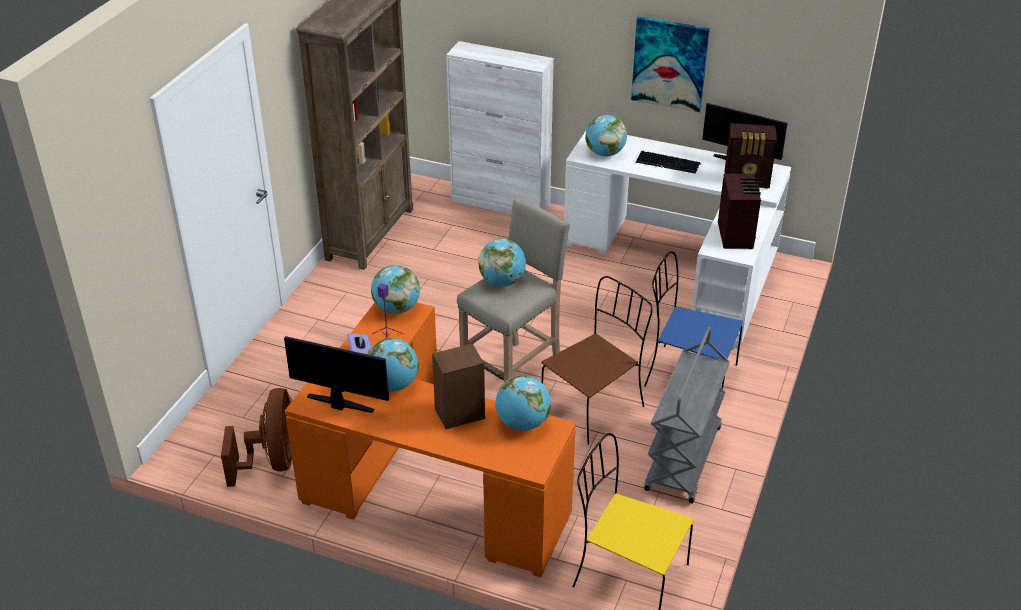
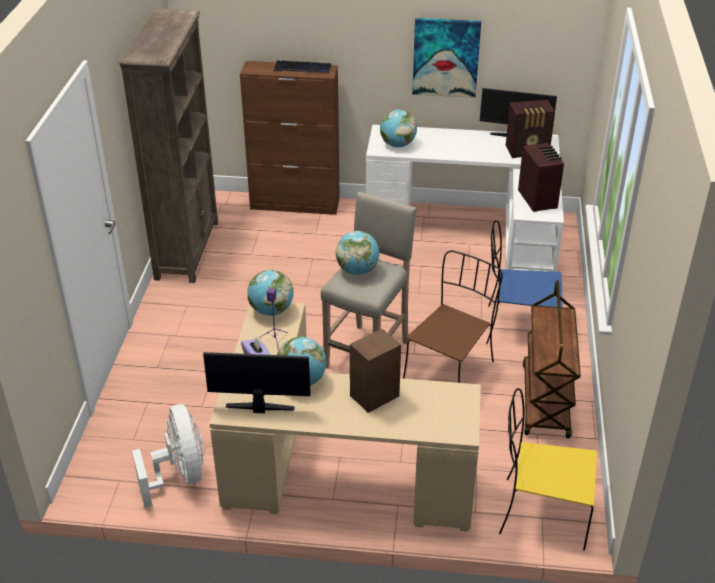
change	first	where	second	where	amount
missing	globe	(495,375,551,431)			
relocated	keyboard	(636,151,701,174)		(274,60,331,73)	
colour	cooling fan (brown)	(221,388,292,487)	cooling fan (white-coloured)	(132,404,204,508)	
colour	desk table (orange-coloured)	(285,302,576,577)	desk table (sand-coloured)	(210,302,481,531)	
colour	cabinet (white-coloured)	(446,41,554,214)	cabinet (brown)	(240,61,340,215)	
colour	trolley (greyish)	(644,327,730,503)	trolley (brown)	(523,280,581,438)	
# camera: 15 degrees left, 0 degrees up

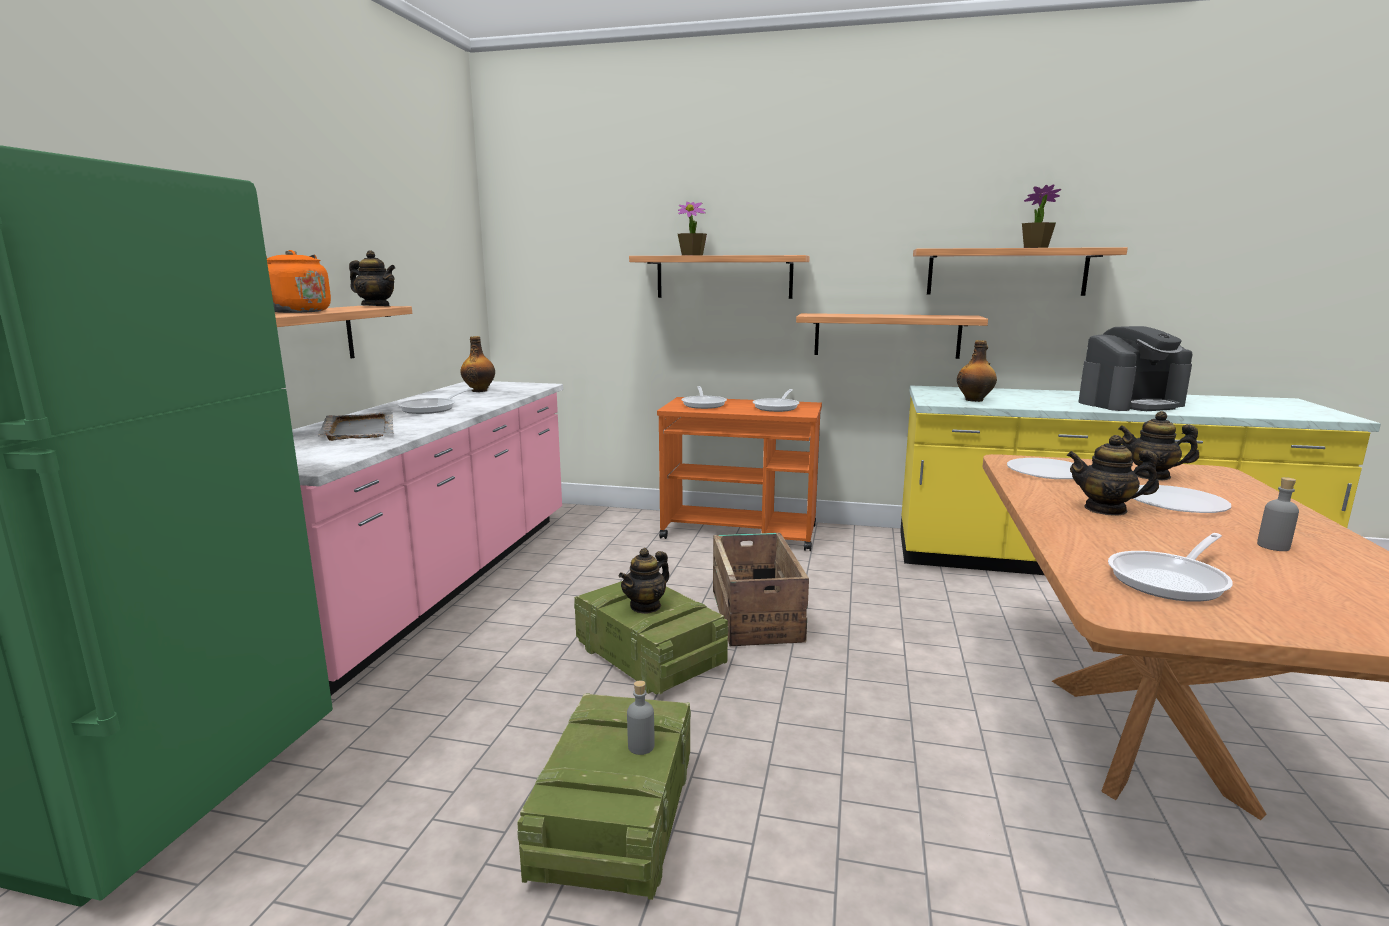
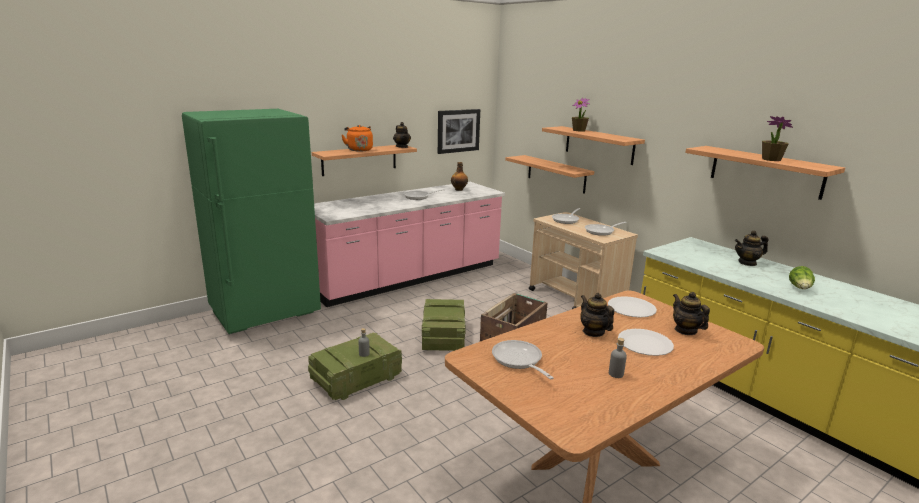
change	first	where	second	where	amount
missing	tray (greyish)	(318,412,394,441)			
missing	beverage bottle	(957,340,997,402)			
appeared			picture	(438,109,480,154)	
relocated	teapot	(619,548,670,614)		(735,230,769,266)	
relocated	wall shelf	(796,313,988,359)		(505,155,594,194)	
exchanged	coffee machine	(1078,326,1193,411)	lettuce	(789,266,815,289)	
colour	trolley (orange-coloured)	(657,397,822,551)	trolley (sand-coloured)	(529,212,638,309)	
spun	frying pan	(1108,533,1233,602)		(492,340,553,379)	60 degrees clockwise
# camera: 40 degrees right, 5 degrees up

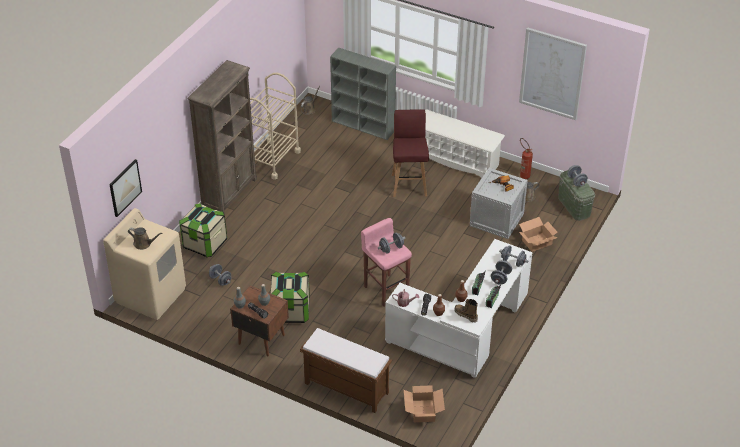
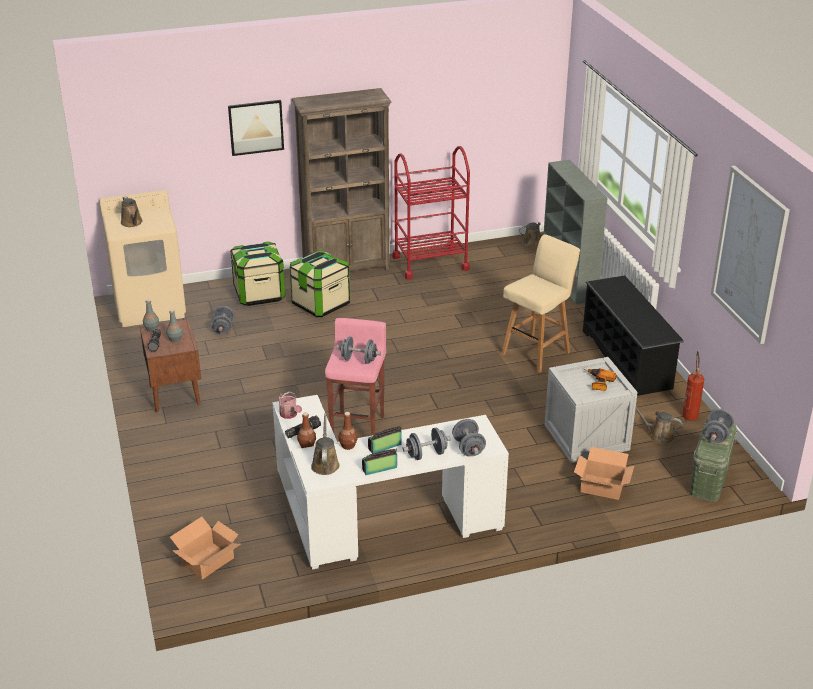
change	first	where	second	where	amount
missing	bench (brown)	(300,328,392,413)			
relocated	picture	(109,159,142,217)		(228,100,284,156)	
relocated	storage bin	(270,272,310,323)		(290,250,350,317)	
exchanged	tall boot	(454,299,478,323)	watering can (brown)	(311,413,340,475)	
colour	trolley (sand-coloured)	(250,72,301,180)	trolley (red)	(393,146,470,279)	
colour	stool (red)	(392,109,429,197)	stool (sand-coloured)	(501,234,580,373)	
colour	shoe rack (white-coloured)	(425,109,505,178)	shoe rack (black)	(583,276,684,396)	
# camera: 45 degrees right, 10 degrees down

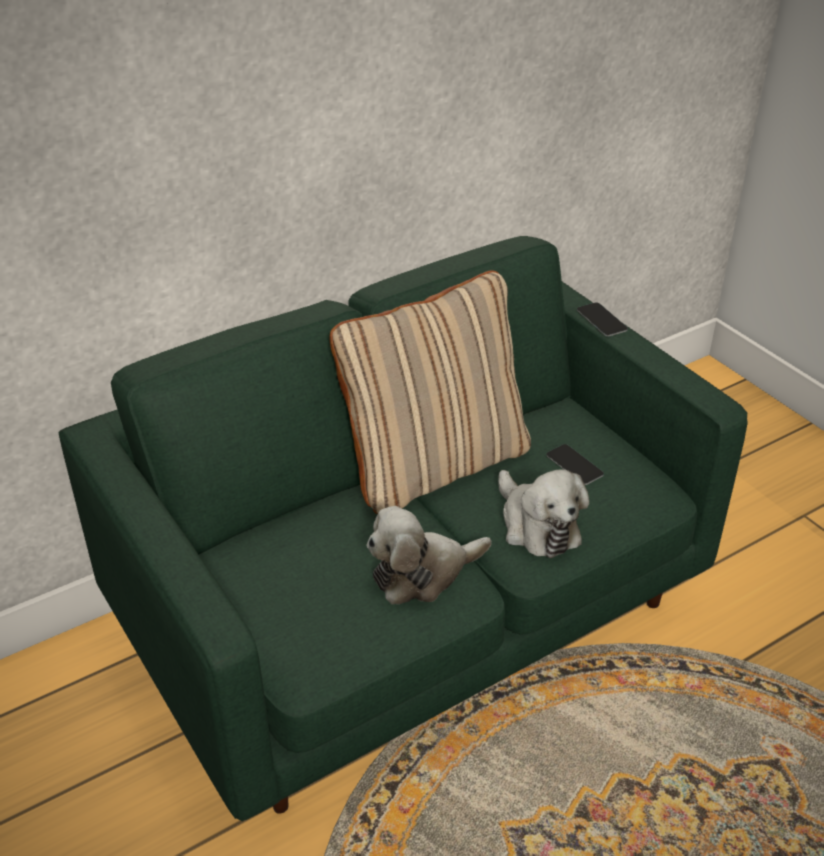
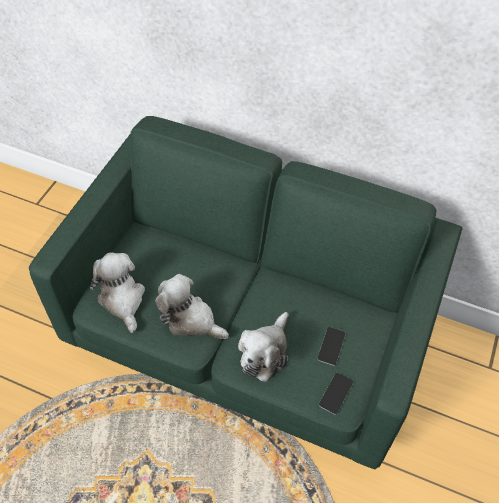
change	first	where	second	where	amount
missing	throw pillow (sand-coloured)	(329,271,531,514)			
appeared			plush toy	(90,252,145,333)	
relocated	phone	(577,302,628,337)		(319,373,353,415)	
# camera: 55 degrees right, 15 degrees up

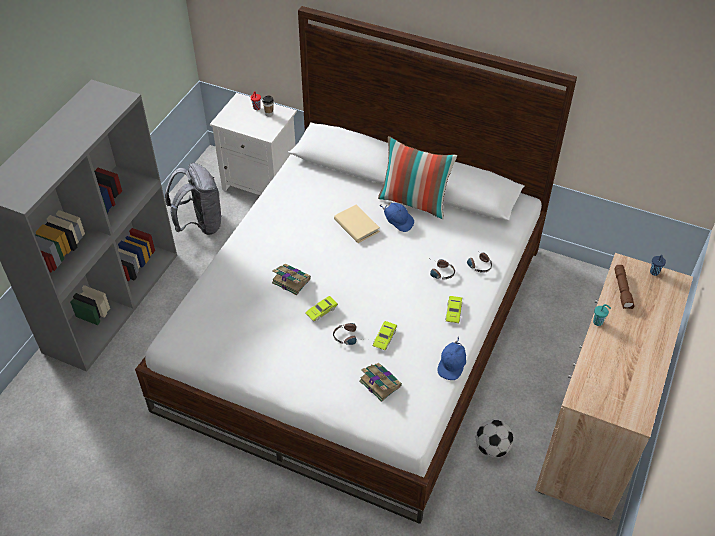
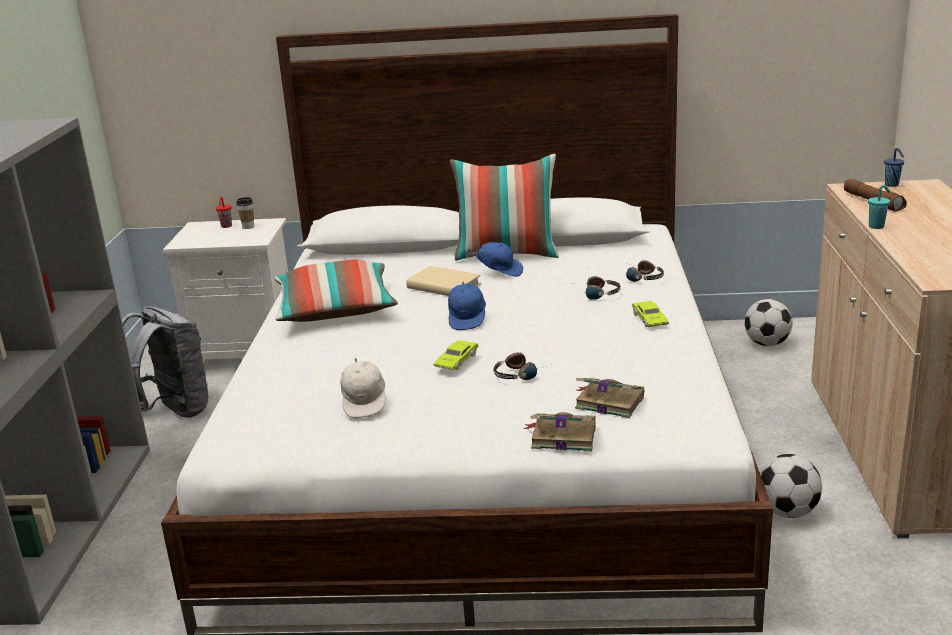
change	first	where	second	where	amount
missing	model car (green-coloured)	(372,321,397,350)			
appeared			throw pillow	(274,260,398,322)	
appeared			cap (white-coloured)	(341,357,386,418)	
appeared			ball for football	(744,299,793,346)	
relocated	bound book	(272,264,311,295)		(524,412,596,451)	
relocated	cap (bluish)	(438,337,466,380)		(448,282,486,330)	
# camera: 20 degrees left, 25 degrees down

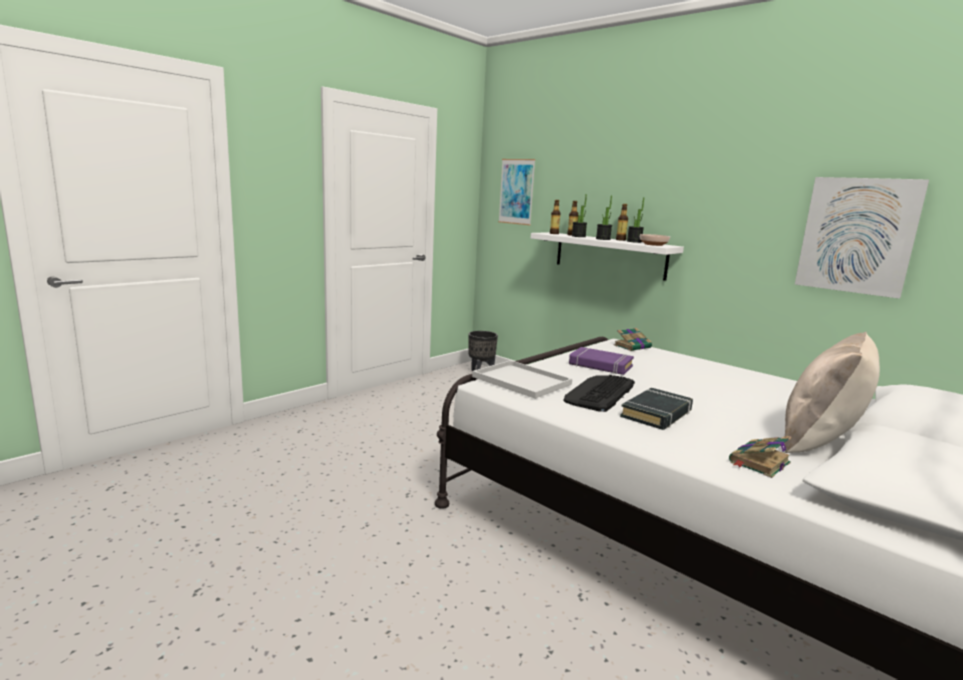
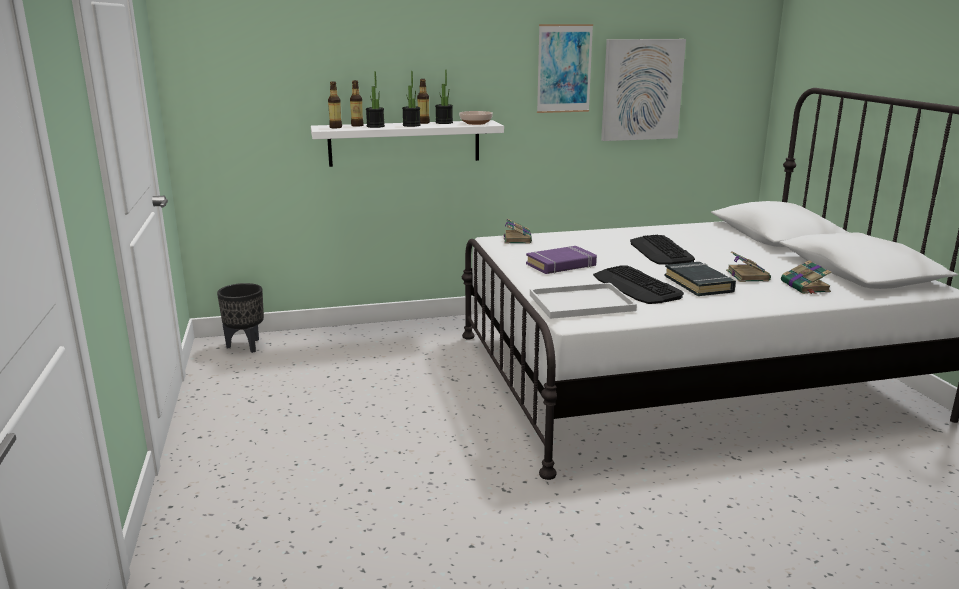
change	first	where	second	where	amount
missing	throw pillow (sand-coloured)	(784,332,880,453)			
appeared			keyboard	(630,235,695,265)	
appeared			bound book	(726,251,771,282)	
relocated	picture	(498,159,536,225)		(537,24,593,113)	
# camera: 55 degrees left, 5 degrees up

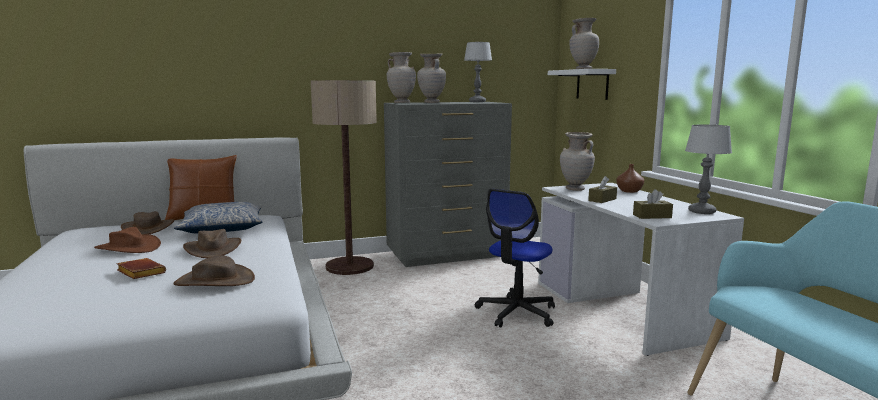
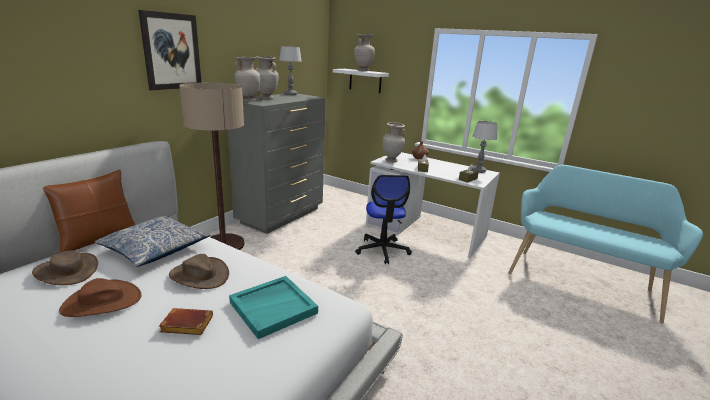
change	first	where	second	where	amount
appeared			picture	(138,10,201,90)	
exchanged	wearable hat (brown)	(173,255,255,286)	tray (turquoise)	(229,276,318,339)	
# camera: 40 degrees left, 10 degrees up

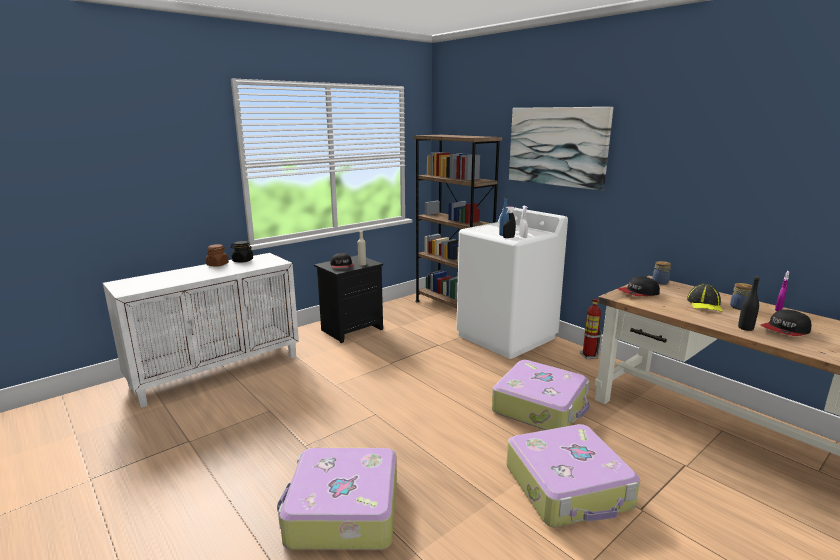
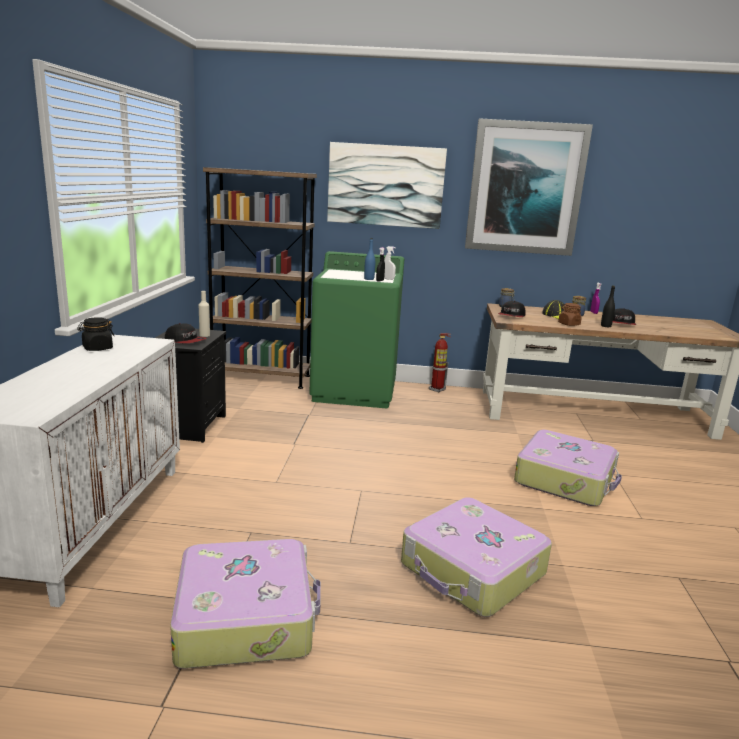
change	first	where	second	where	amount
appeared			picture	(465,118,593,256)	
relocated	storage jar (brown)	(206,244,229,267)		(558,303,582,326)	
relocated	travel case	(492,360,590,430)		(170,539,321,669)	
colour	laundry appliance (white-coloured)	(456,208,568,359)	laundry appliance (green-coloured)	(309,251,404,408)	
# camera: 45 degrees left, 0 degrees up

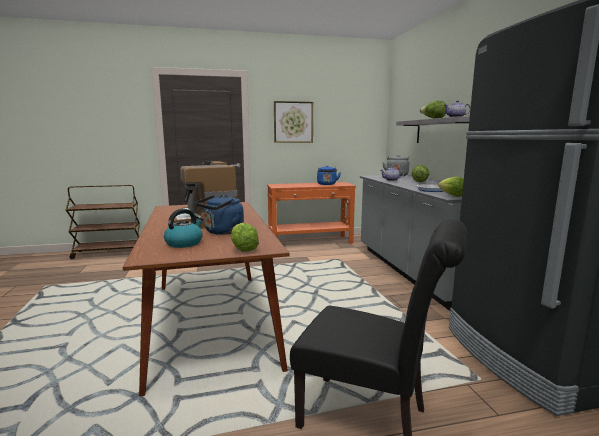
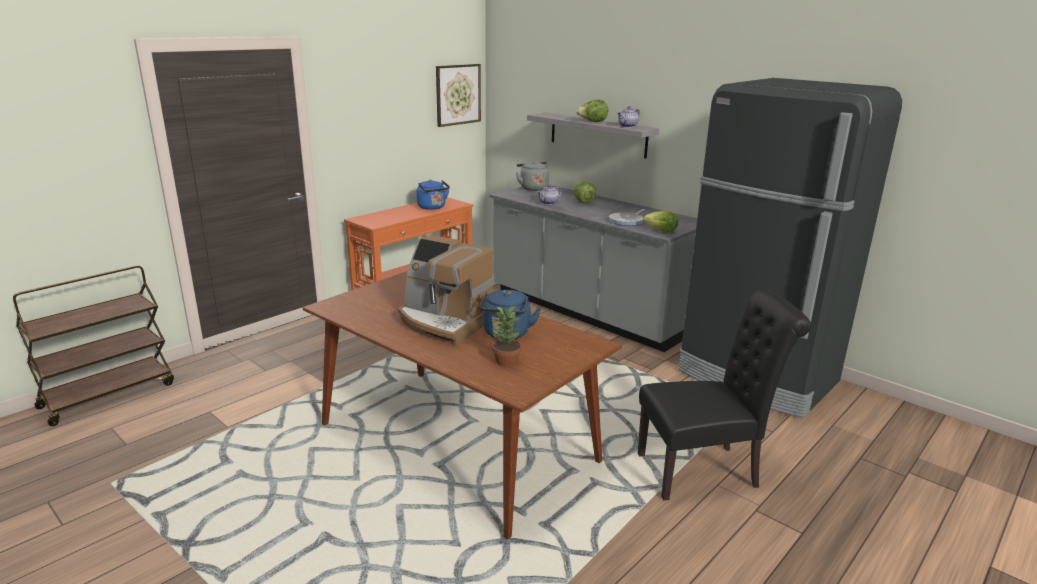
change	first	where	second	where	amount
missing	lettuce	(231,223,259,252)			
relocated	picture	(274,101,313,143)		(436,64,481,127)	
exchanged	tea kettle	(164,209,203,248)	houseplant	(492,306,522,367)	
# camera: 35 degrees left, 10 degrees up

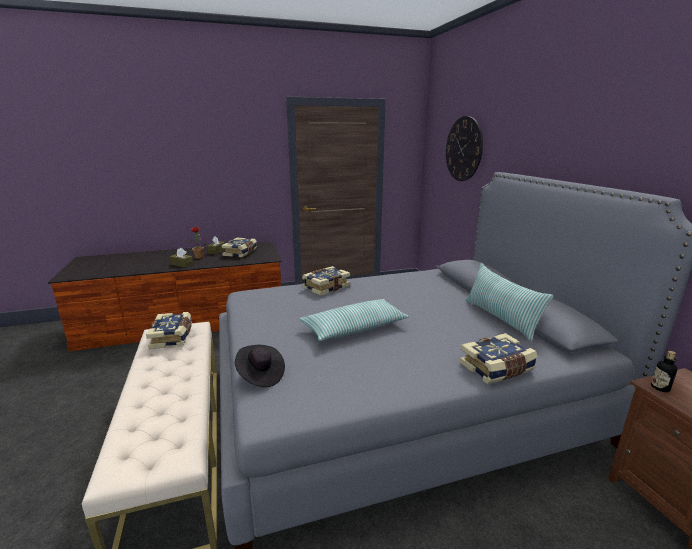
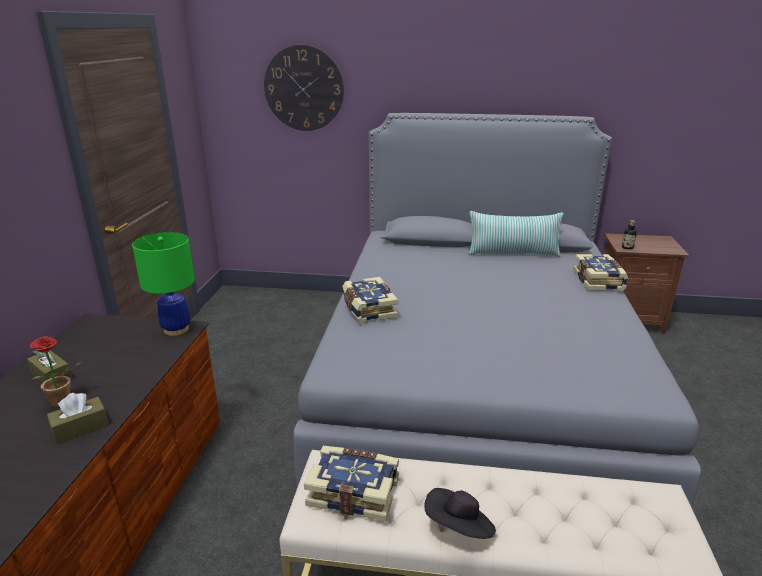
change	first	where	second	where	amount
missing	bound book	(222,238,257,257)			
missing	throw pillow	(299,299,409,341)			
appeared			tabletop lamp (green-coloured)	(132,232,195,336)	
relocated	wearable hat (black)	(235,345,285,387)		(424,488,496,539)	
# camera: 65 degrees left, 5 degrees up

